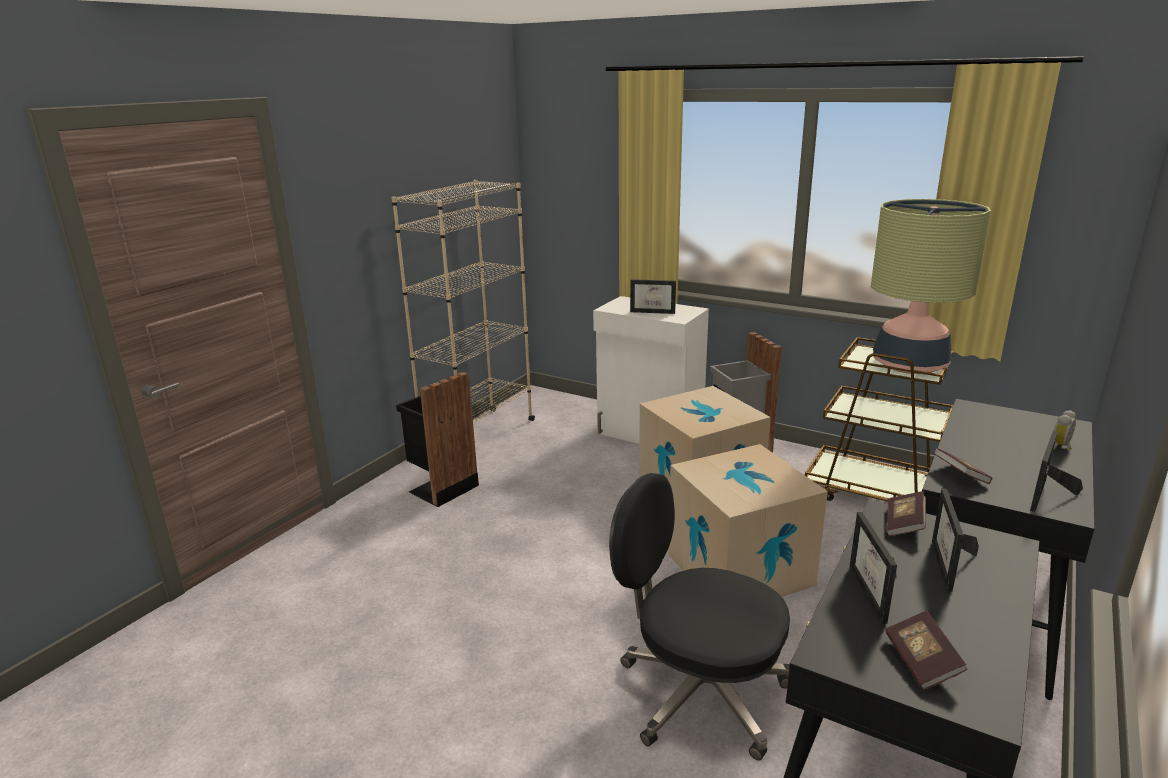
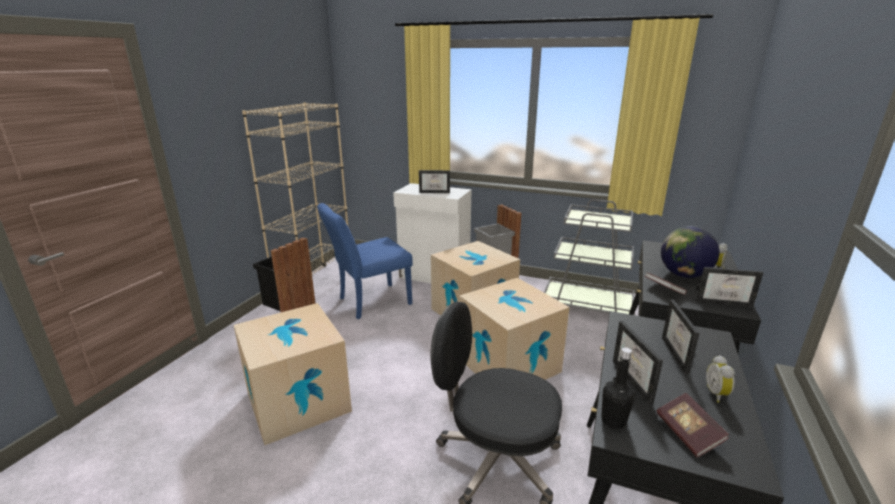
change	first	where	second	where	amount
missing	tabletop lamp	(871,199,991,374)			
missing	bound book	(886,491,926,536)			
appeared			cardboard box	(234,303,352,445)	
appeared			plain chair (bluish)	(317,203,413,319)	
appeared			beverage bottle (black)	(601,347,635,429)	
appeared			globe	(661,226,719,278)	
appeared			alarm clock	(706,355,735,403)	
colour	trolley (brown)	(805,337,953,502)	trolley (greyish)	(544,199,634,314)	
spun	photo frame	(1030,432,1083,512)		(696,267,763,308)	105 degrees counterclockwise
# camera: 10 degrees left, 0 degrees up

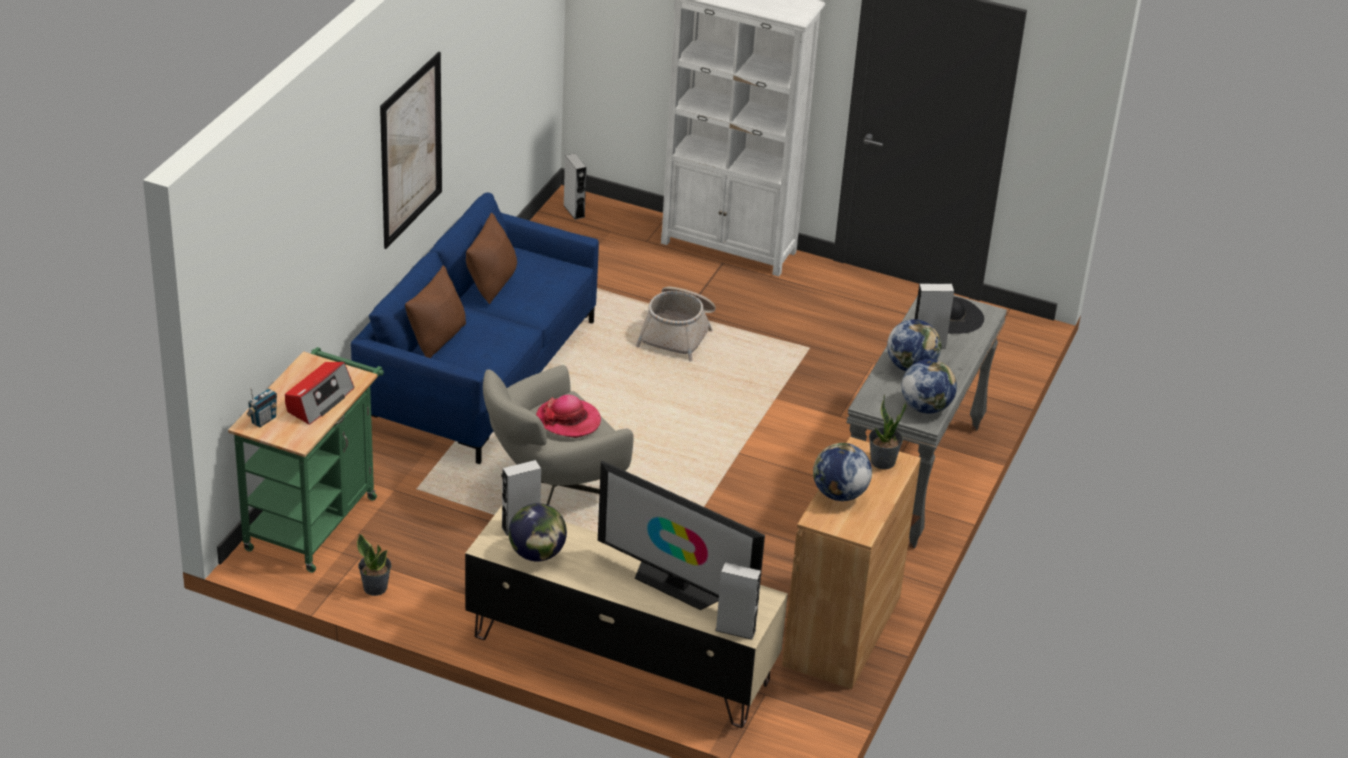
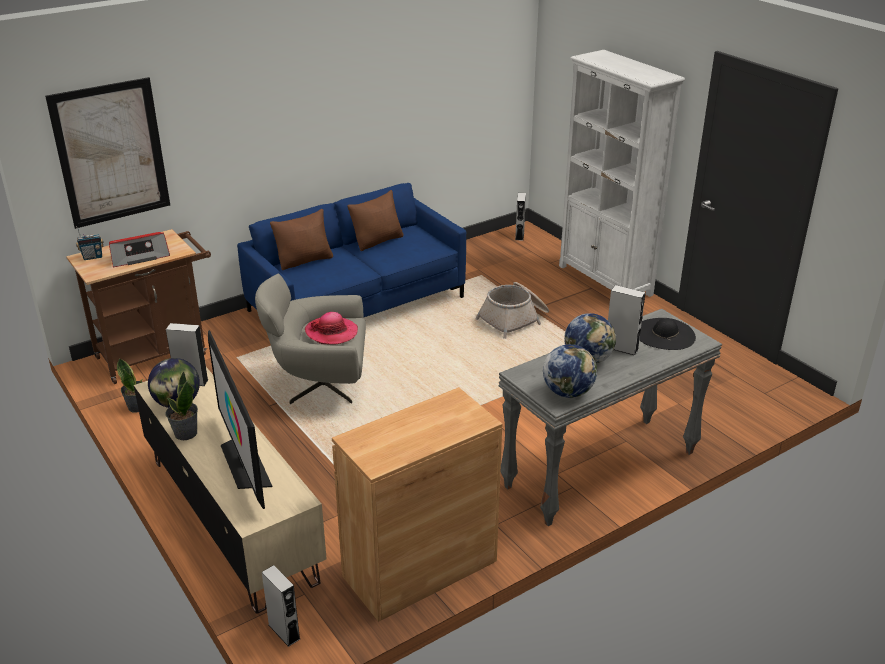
change	first	where	second	where	amount
missing	globe	(813,443,872,501)			
relocated	picture	(380,52,442,249)		(45,77,170,229)	
relocated	audio speaker (greyish)	(715,562,761,640)		(262,565,300,647)	
relocated	houseplant	(869,395,907,469)		(165,371,198,440)	
colour	trolley (green-coloured)	(228,347,384,573)	trolley (brown)	(66,229,211,384)	
# camera: 35 degrees right, 5 degrees down

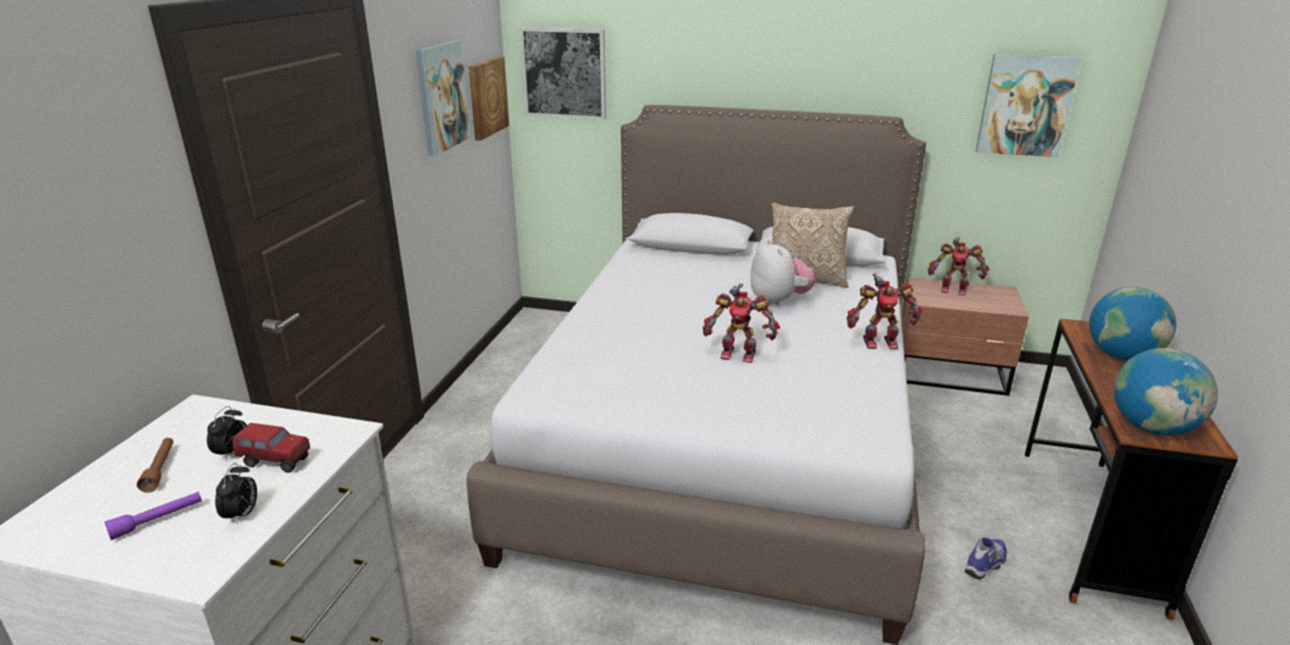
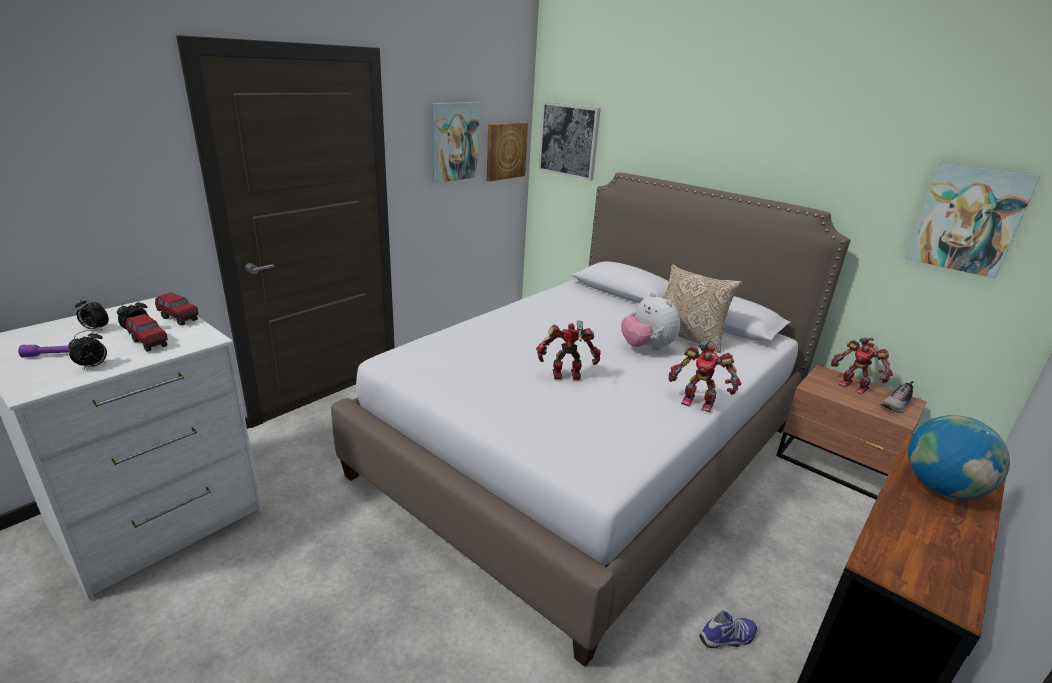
change	first	where	second	where	amount
missing	globe	(1114,348,1218,436)			
appeared			toy truck	(155,293,198,325)	
appeared			item of footwear	(881,381,913,413)	
exchanged	flashlight (brown)	(137,438,173,493)	alarm clock	(75,297,109,331)	
spun	model robot	(703,283,780,363)		(536,321,601,380)	135 degrees clockwise
spun	plush toy	(750,239,815,307)		(621,292,680,350)	135 degrees clockwise
# camera: 25 degrees right, 0 degrees up

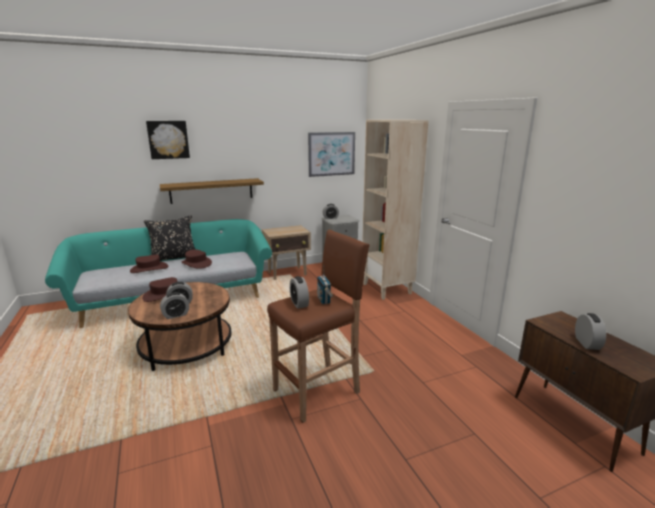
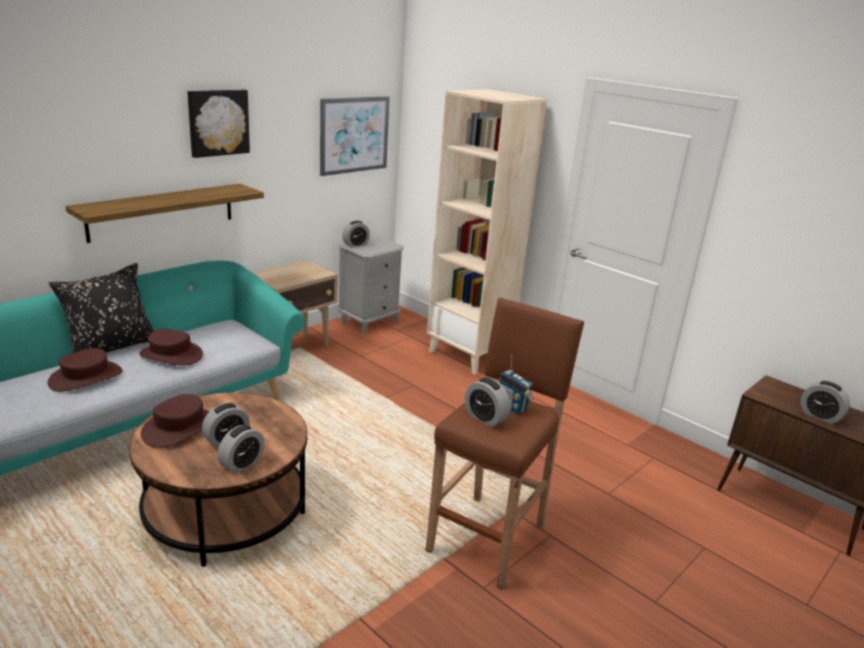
change	first	where	second	where	amount
relocated	picture	(146,121,190,159)		(187,90,250,158)	
spun	alarm clock	(575,313,606,350)		(800,381,850,424)	150 degrees clockwise
# camera: 25 degrees left, 5 degrees up

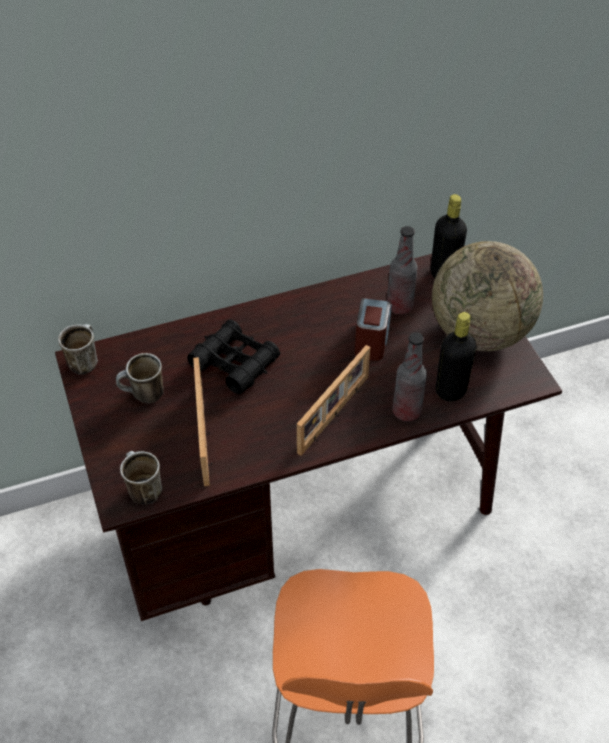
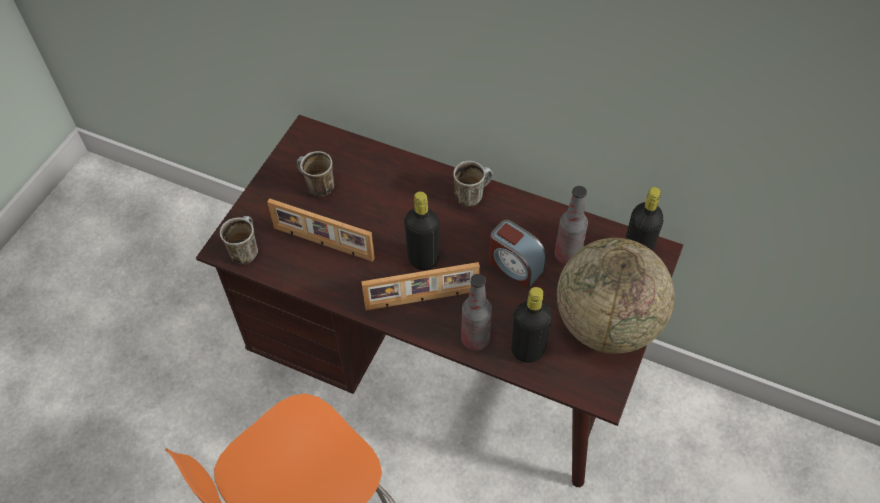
change	first	where	second	where	amount
missing	pair of binoculars (black)	(187,319,280,394)			
appeared			beverage bottle (black)	(405,191,439,270)	
relocated	coffee mug	(58,324,98,375)		(453,161,493,207)	
spun	photo frame	(193,357,212,486)		(267,198,375,262)	75 degrees clockwise
spun	alarm clock	(355,298,392,361)		(489,220,547,288)	75 degrees clockwise
# camera: 45 degrees right, 5 degrees up

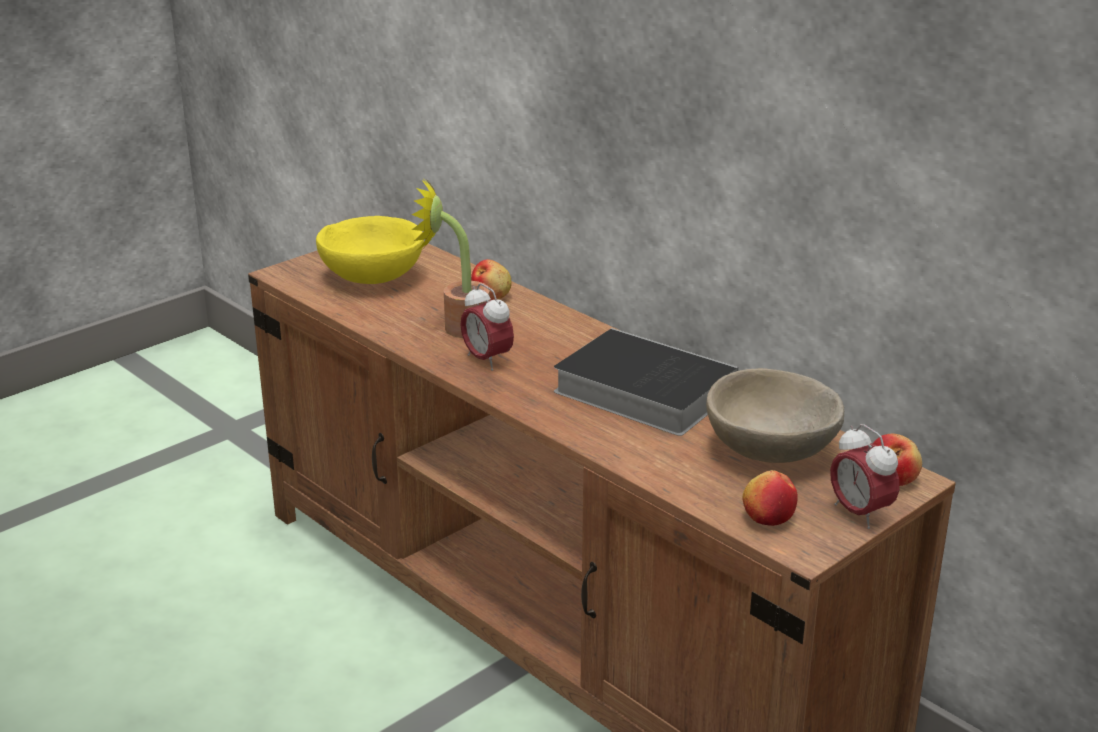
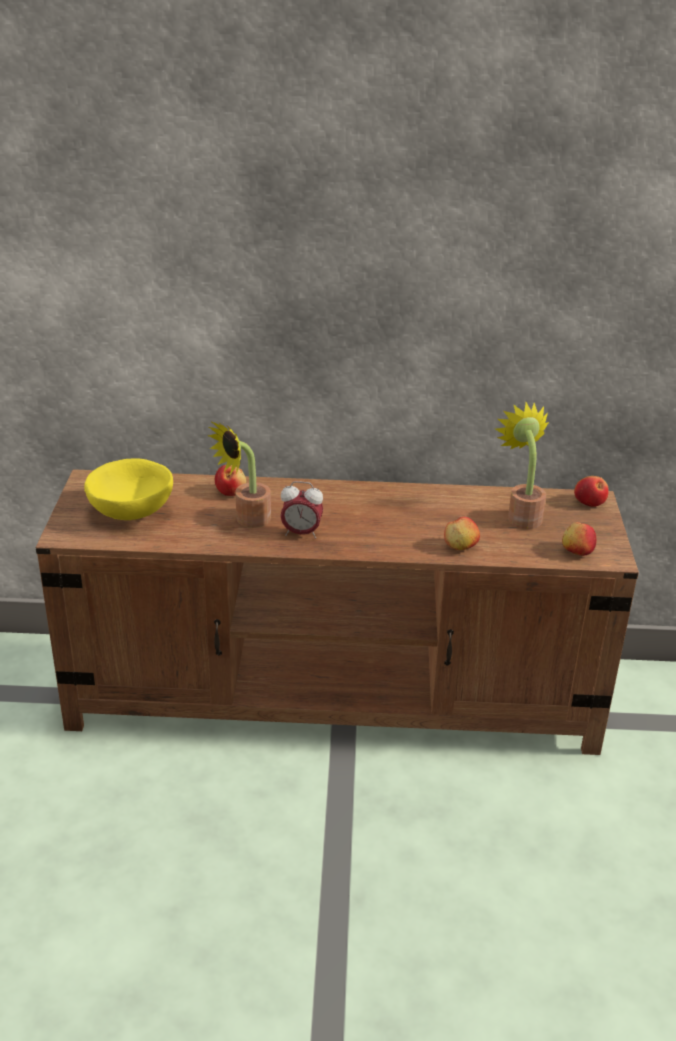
change	first	where	second	where	amount
missing	bound book	(554,328,738,436)			
missing	alarm clock	(830,424,899,529)			
appeared			apple	(444,517,480,550)	
exchanged	serving bowl (sand-coloured)	(706,368,844,463)	houseplant	(495,402,549,529)	
# camera: 45 degrees left, 5 degrees up

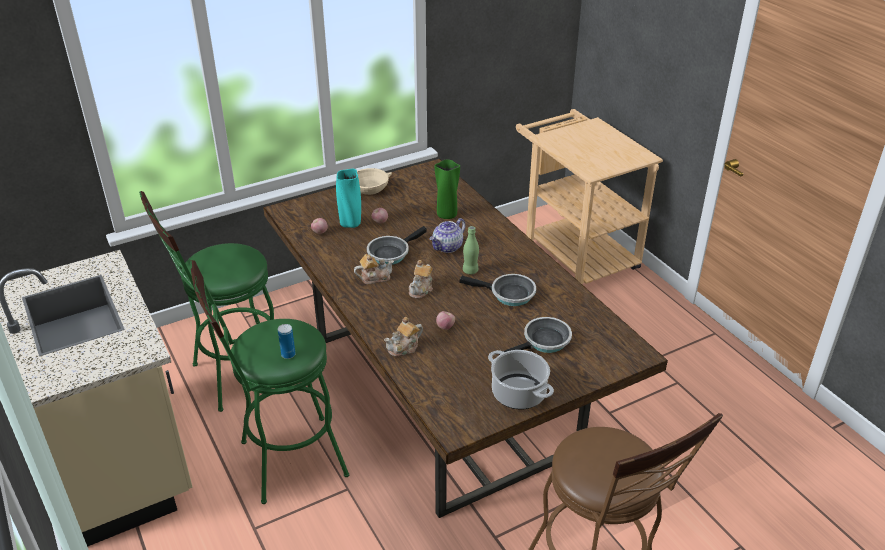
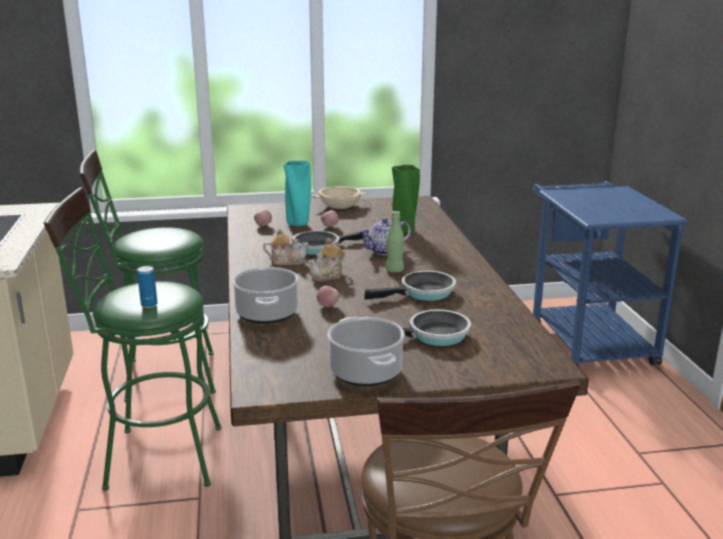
change	first	where	second	where	amount
exchanged	teapot	(384,317,423,356)	saucepot	(232,267,299,324)	
colour	trolley (sand-coloured)	(516,109,663,284)	trolley (bluish)	(533,181,689,367)	
spun	frying pan	(459,274,536,306)		(364,271,456,301)	60 degrees counterclockwise
# camera: 20 degrees right, 15 degrees down

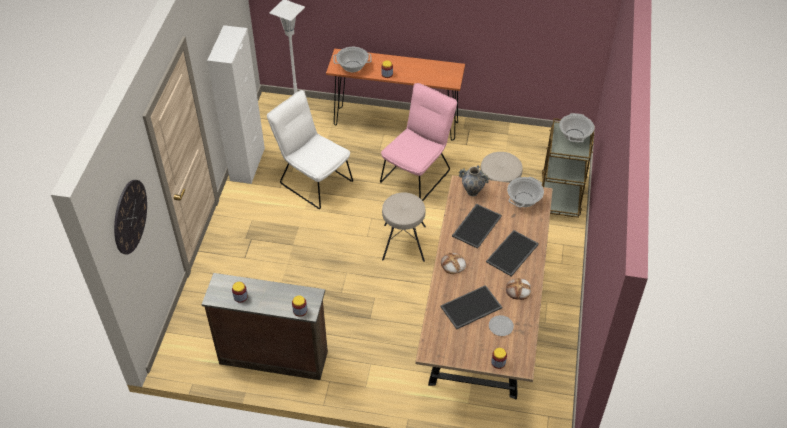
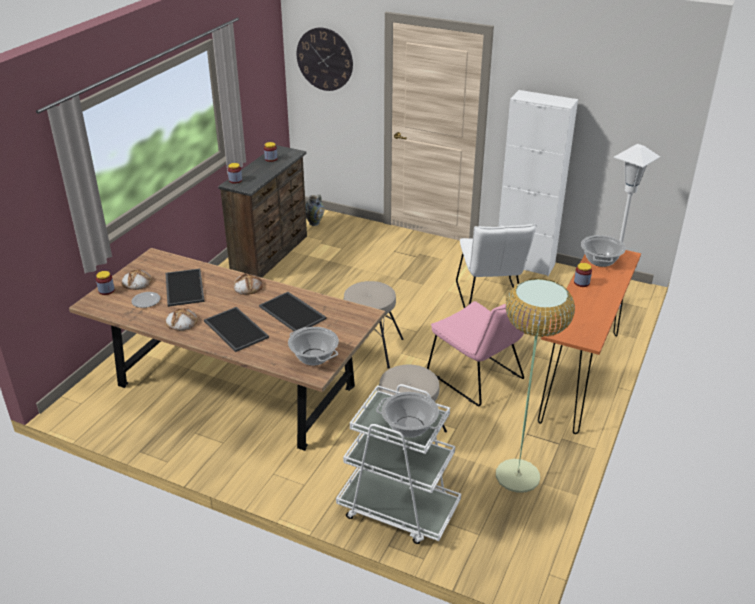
change	first	where	second	where	amount
appeared			baked bread	(121,269,152,290)	
appeared			standard lamp	(496,278,575,493)	
relocated	flower vase	(459,165,489,196)		(305,195,324,226)	
colour	trolley (brown)	(542,118,594,218)	trolley (white-coloured)	(336,384,461,544)	
spun	plain chair (white-coloured)	(267,90,353,209)		(456,224,537,308)	120 degrees clockwise
# camera: 105 degrees right, 15 degrees down

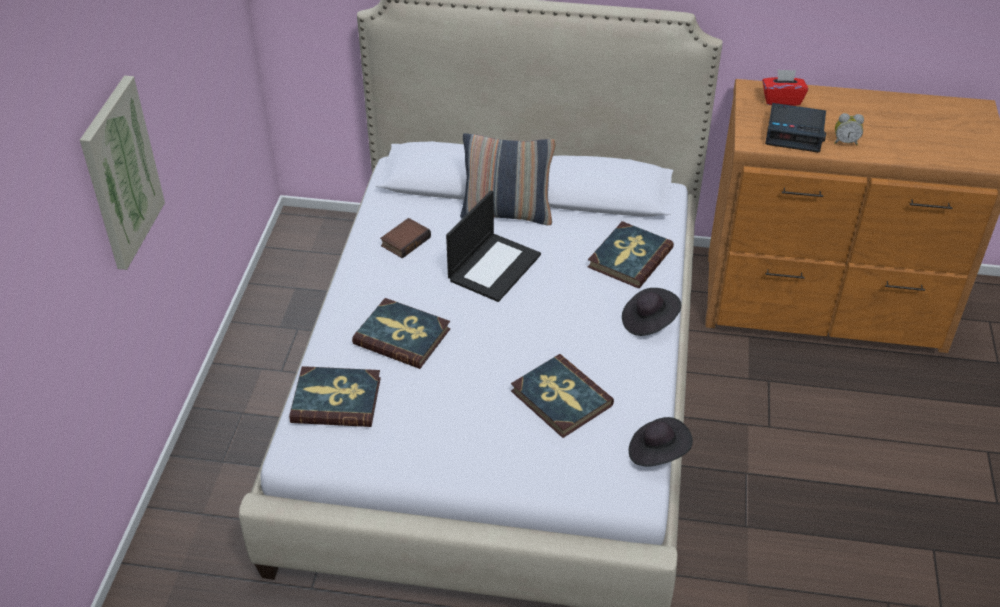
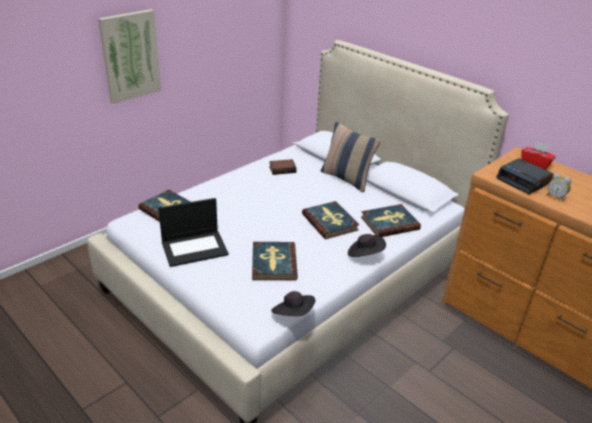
change	first	where	second	where	amount
relocated	bound book	(352,298,450,369)		(302,201,359,239)	
relocated	laptop	(446,191,541,302)		(158,198,229,267)	
# camera: 35 degrees right, 10 degrees down

